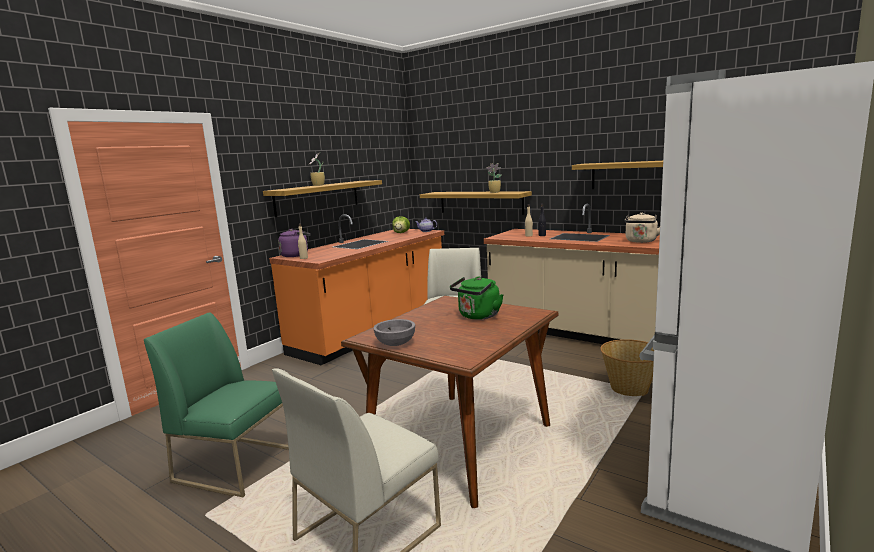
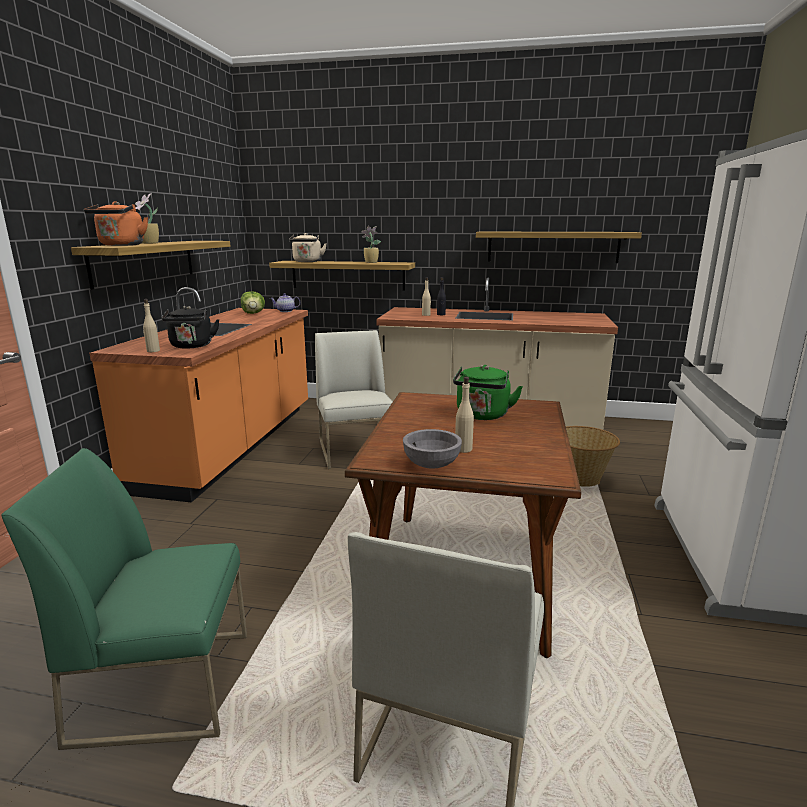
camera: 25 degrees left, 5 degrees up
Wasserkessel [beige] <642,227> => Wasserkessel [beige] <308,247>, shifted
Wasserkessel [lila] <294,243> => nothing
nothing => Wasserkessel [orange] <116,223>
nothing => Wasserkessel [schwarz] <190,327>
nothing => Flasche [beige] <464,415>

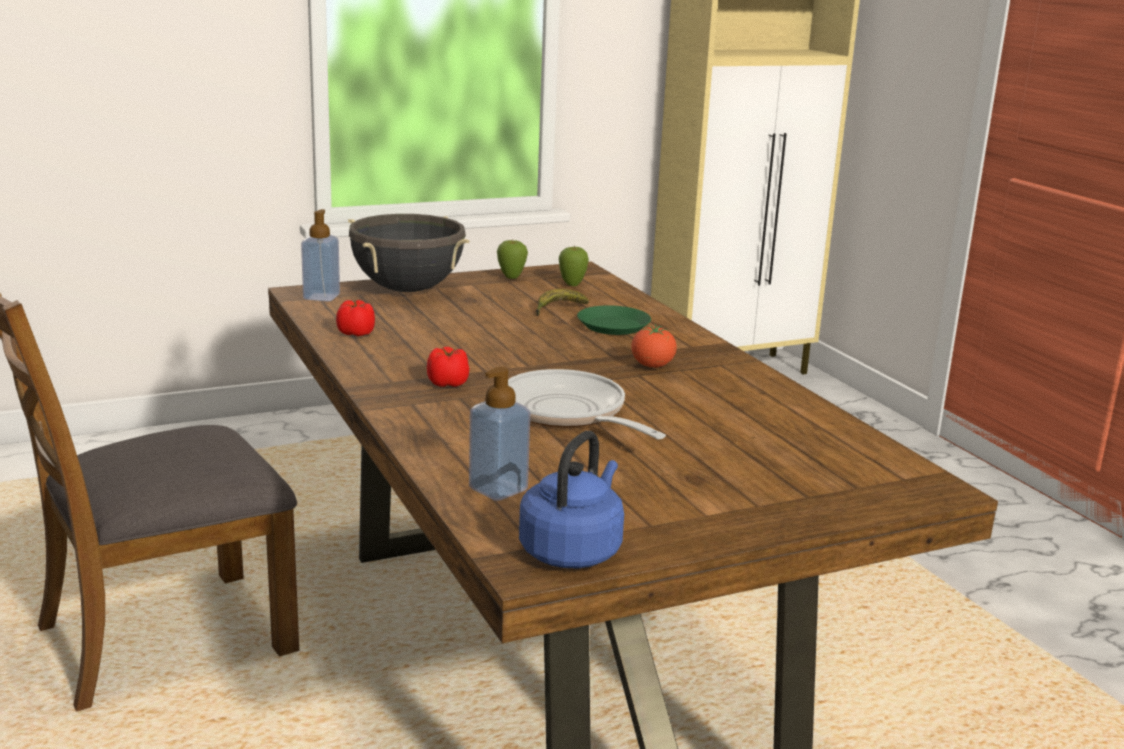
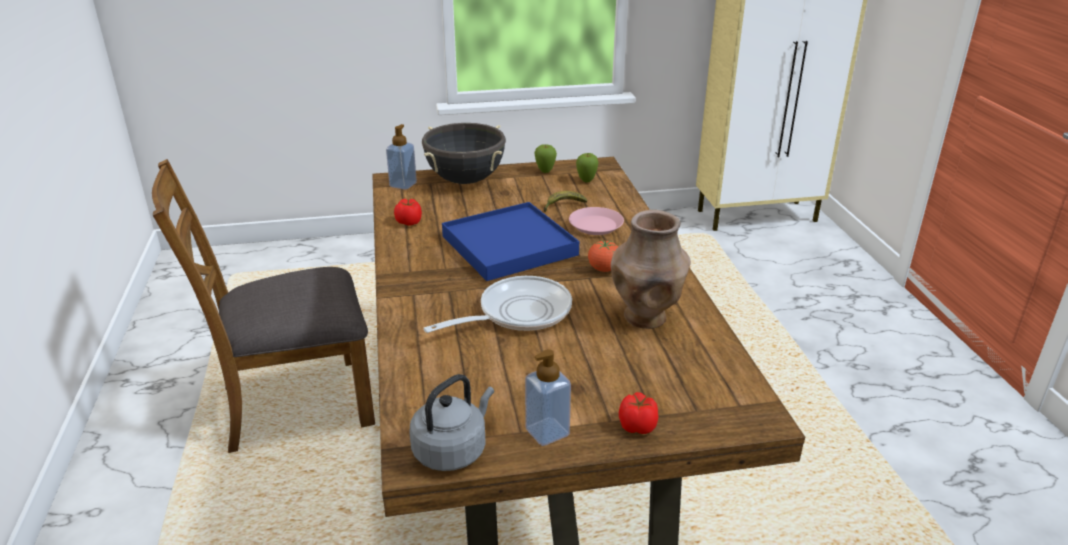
camera: 15 degrees right, 10 degrees up
Teller [grün] <614,320> => Teller [rosa] <596,221>
Tomate <448,367> => Tomate <638,413>, shifted
Seifenspender <499,434> => Seifenspender <548,397>, shifted
Pfanne <587,404> => Pfanne <497,304>, 75 degrees clockwise
Wasserkessel [blau] <571,499> => Wasserkessel [grau] <451,422>
nothing => Tablett [blau] <510,241>
nothing => Vase [braun] <651,269>

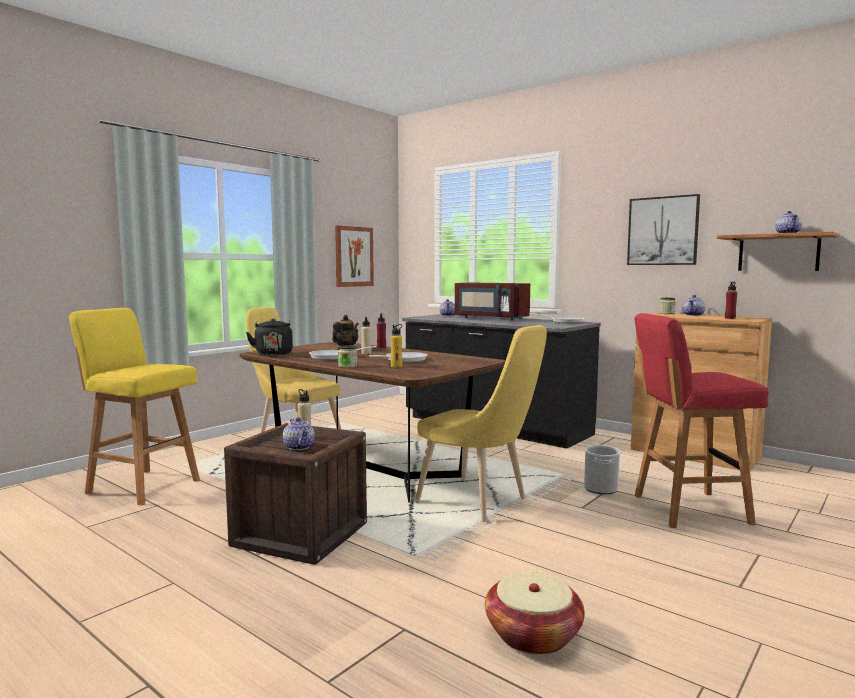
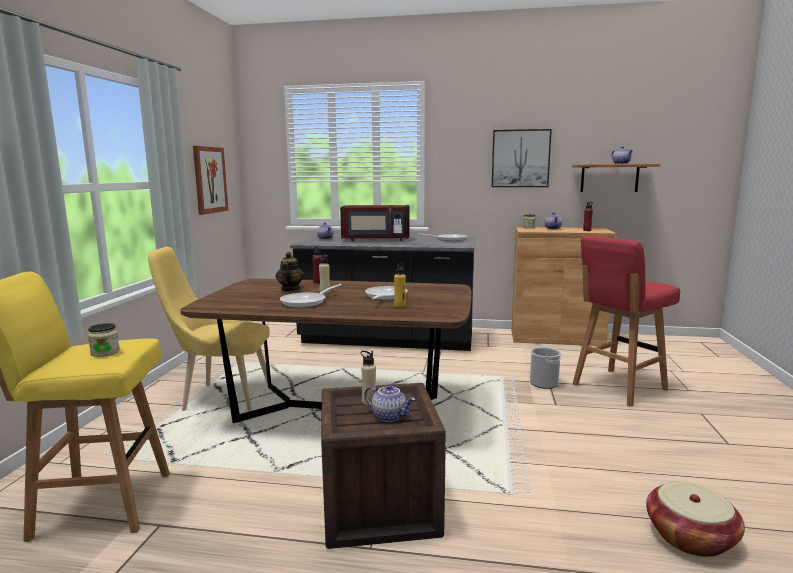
camera: 30 degrees left, 5 degrees up
Wasserkessel [schwarz] <269,337> => nothing
Stuhl [gelb] <481,423> => nothing
Vorratsglas <347,356> => Vorratsglas <104,340>, shifted

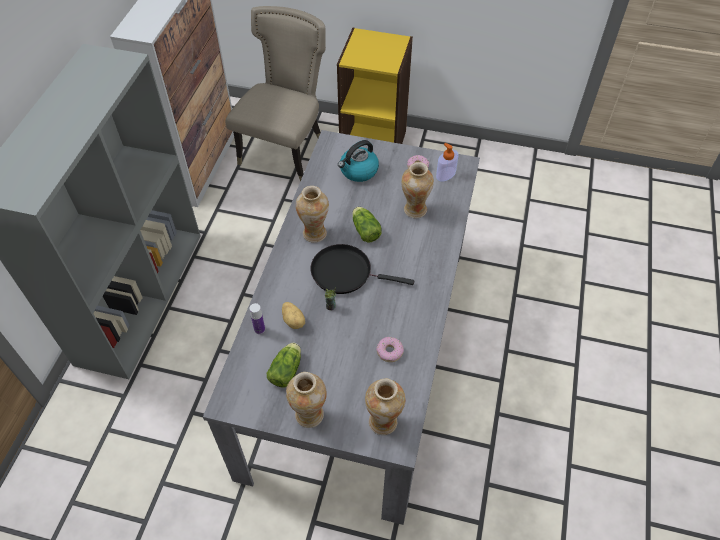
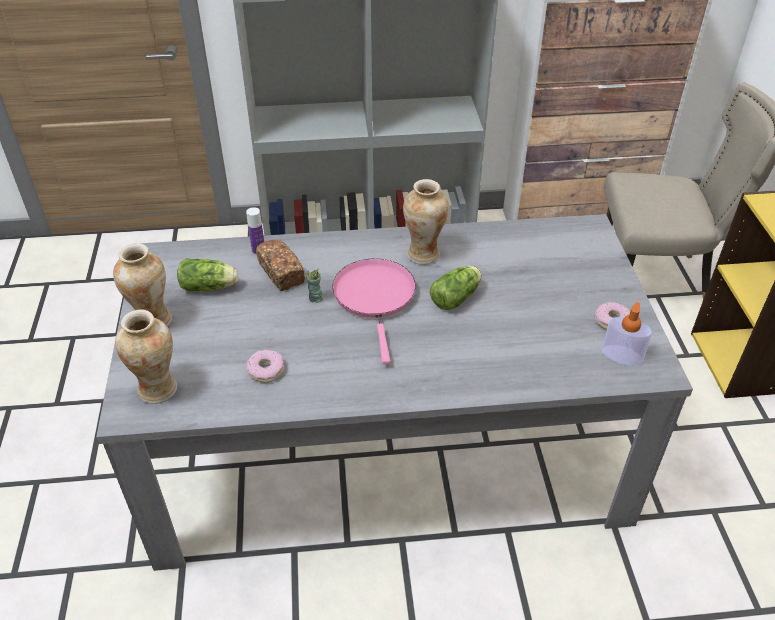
camera: 70 degrees right, 10 degrees down
Wasserkessel <358,161> => nothing
Vase <417,190> => nothing
Pfanne [schwarz] <362,269> => Pfanne [rosa] <374,311>
Kartoffel <293,315> => Brot <280,265>

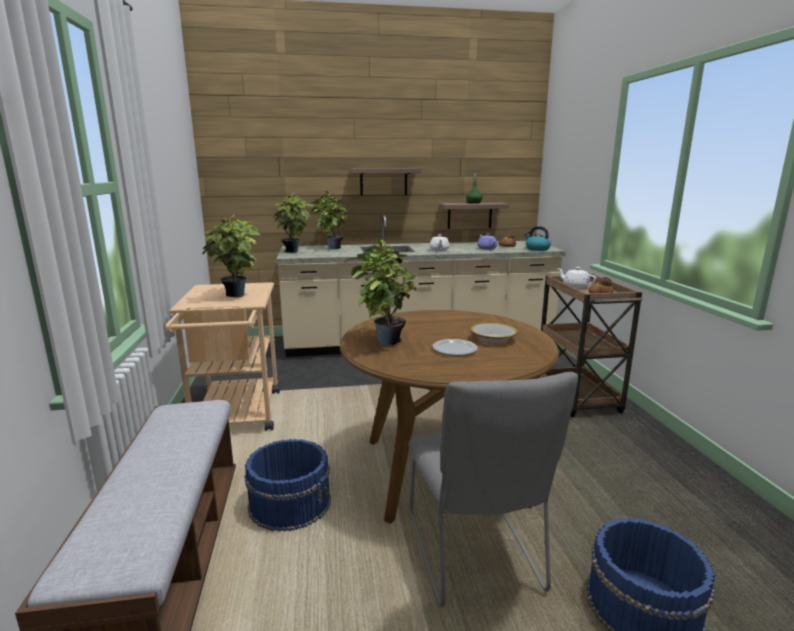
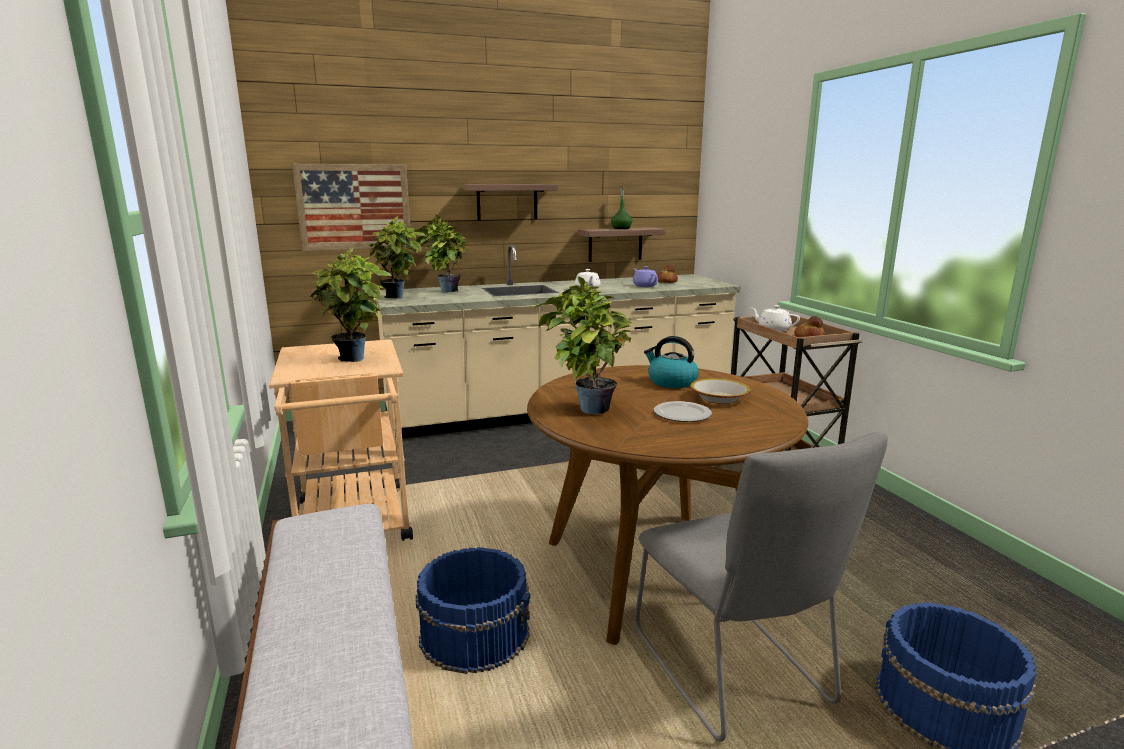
camera: 10 degrees left, 0 degrees up
Wasserkessel <537,238> => Wasserkessel <671,362>, shifted
nothing => Bild <351,207>

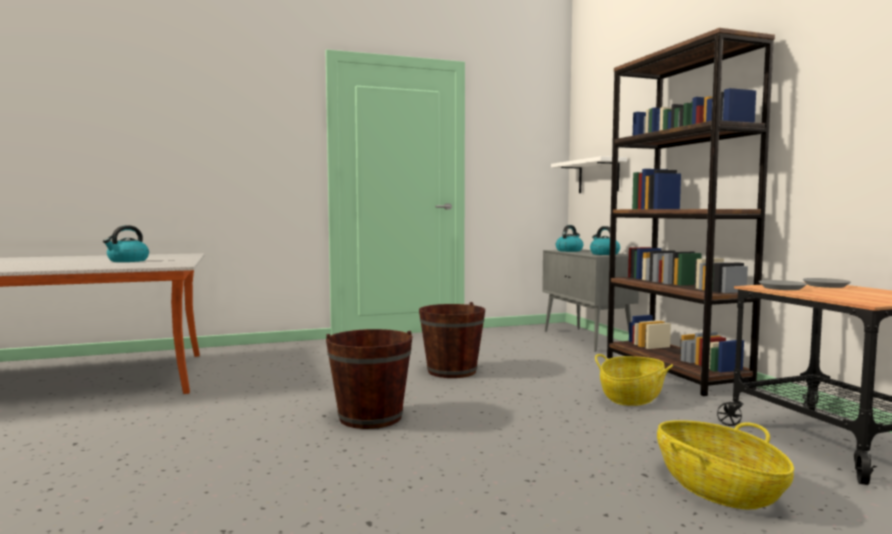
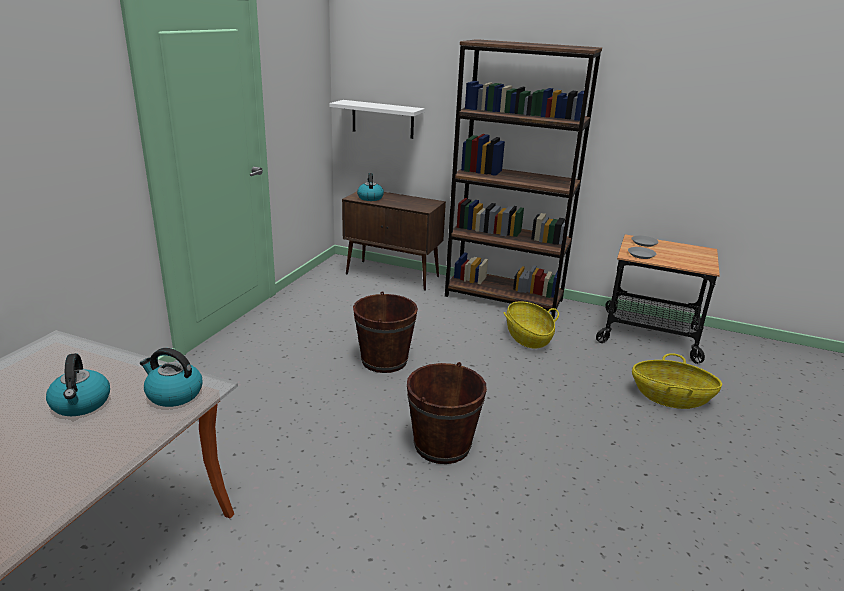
camera: 50 degrees left, 20 degrees up
Wasserkessel <605,240> => Wasserkessel <171,377>, shifted
Schrank [grau] <590,300> => Schrank [braun] <394,241>

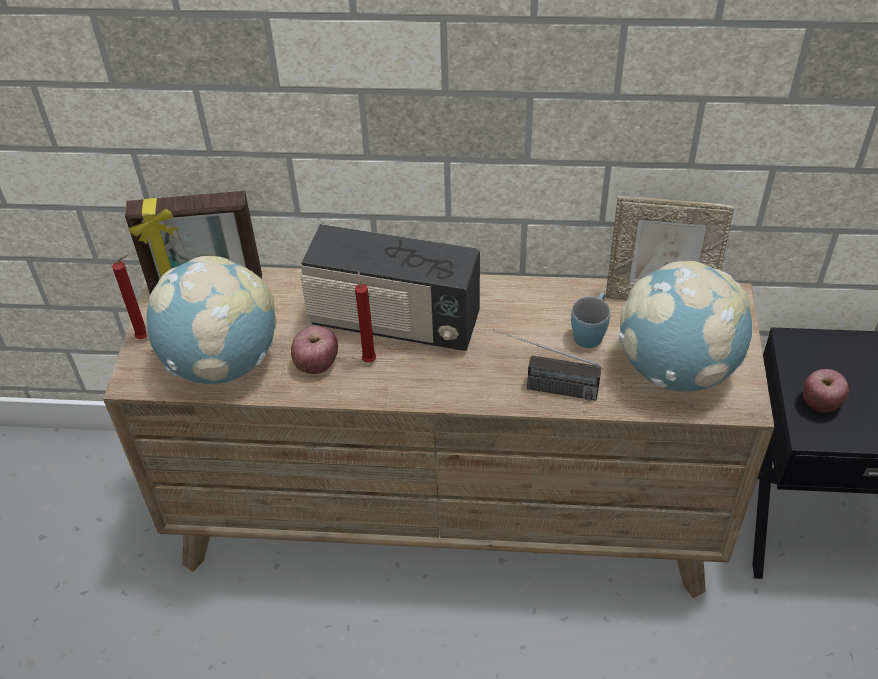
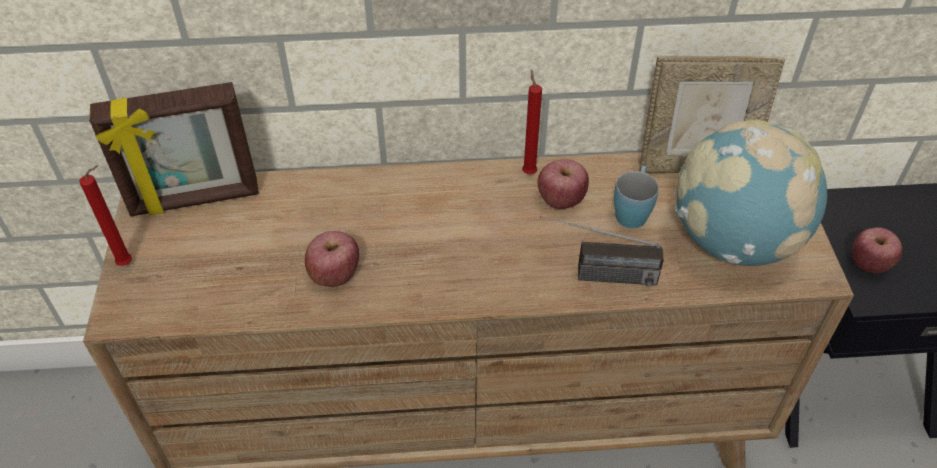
camera: 10 degrees left, 0 degrees up
Radio <390,287> => nothing
Globus <210,320> => nothing
Kerze [rot] <365,316> => Kerze [rot] <532,121>, shifted
nothing => Apfel <563,184>

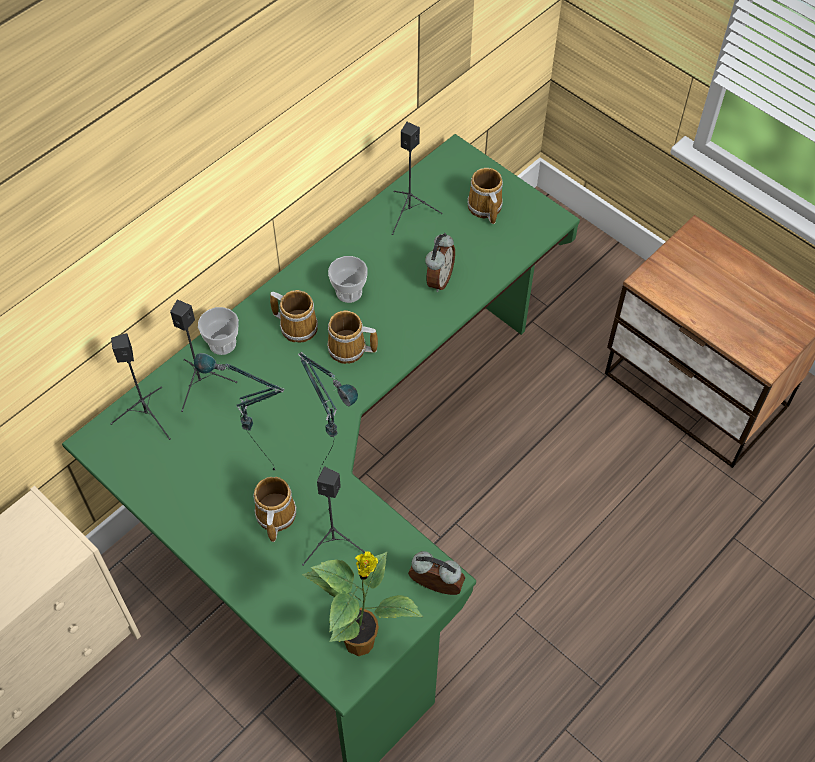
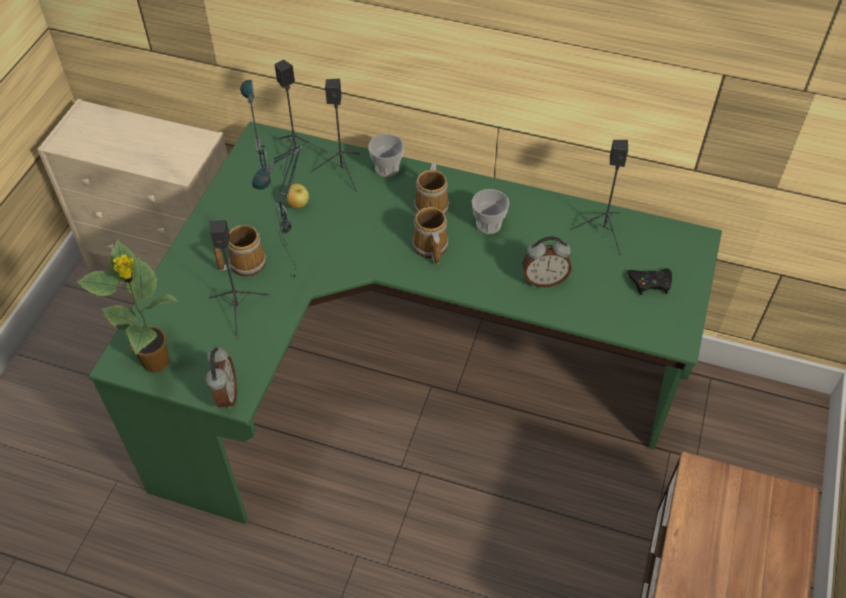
camera: 65 degrees right, 5 degrees down
Henkelbecher <485,196> => Gamepad [schwarz] <649,281>
nothing => Apfel <297,195>

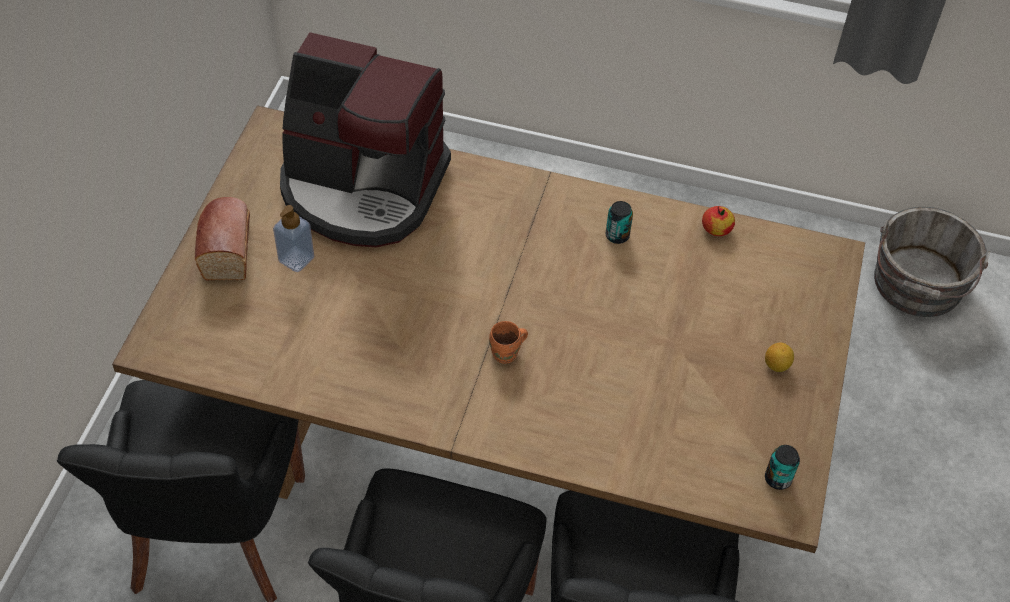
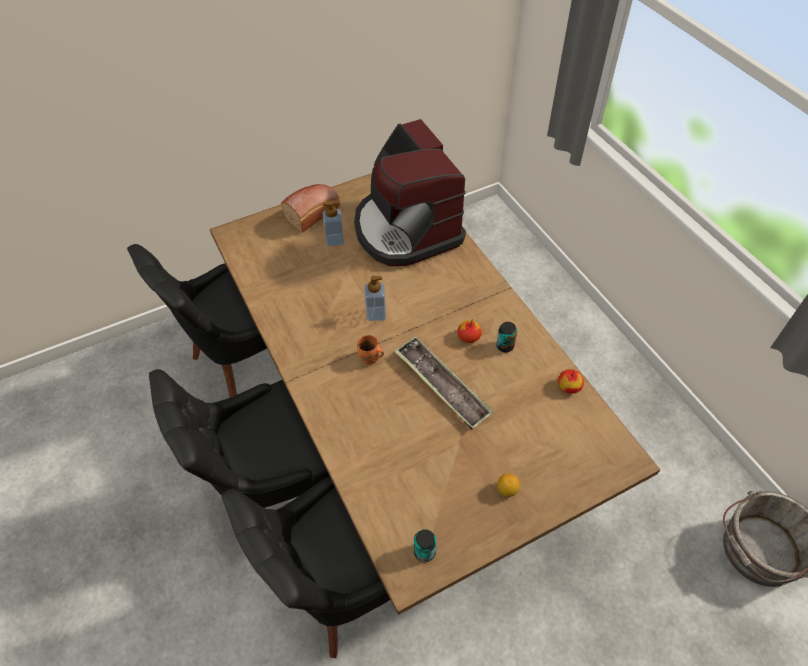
camera: 50 degrees right, 0 degrees up
nothing => Seifenspender <375,298>
nothing => Apfel <469,331>
nothing => Tablett <444,383>

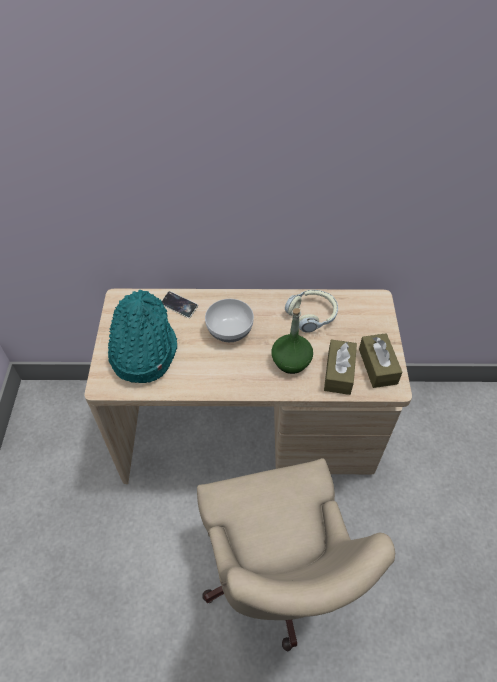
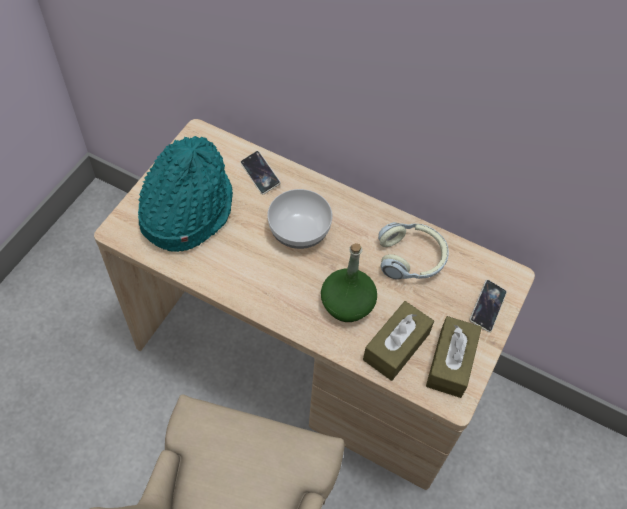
camera: 25 degrees right, 5 degrees up
nothing => Handy <488,306>

